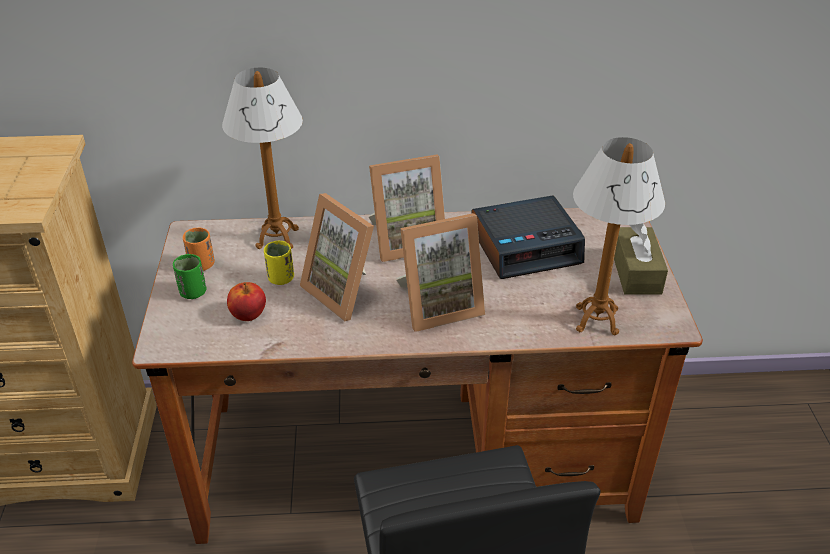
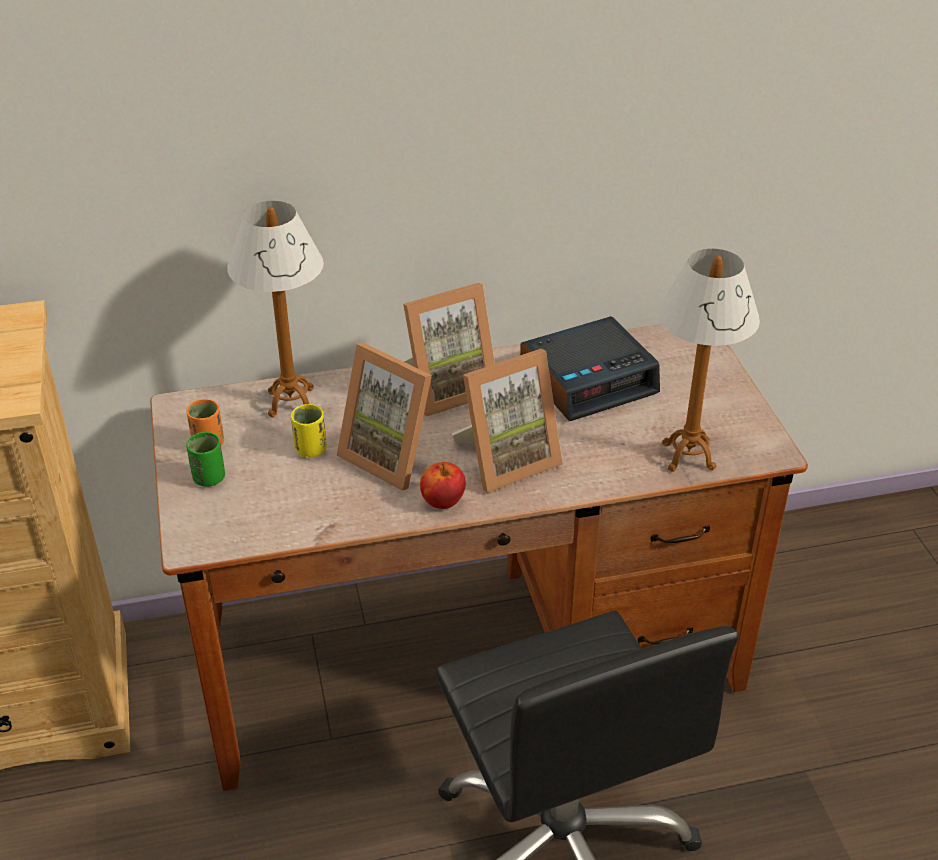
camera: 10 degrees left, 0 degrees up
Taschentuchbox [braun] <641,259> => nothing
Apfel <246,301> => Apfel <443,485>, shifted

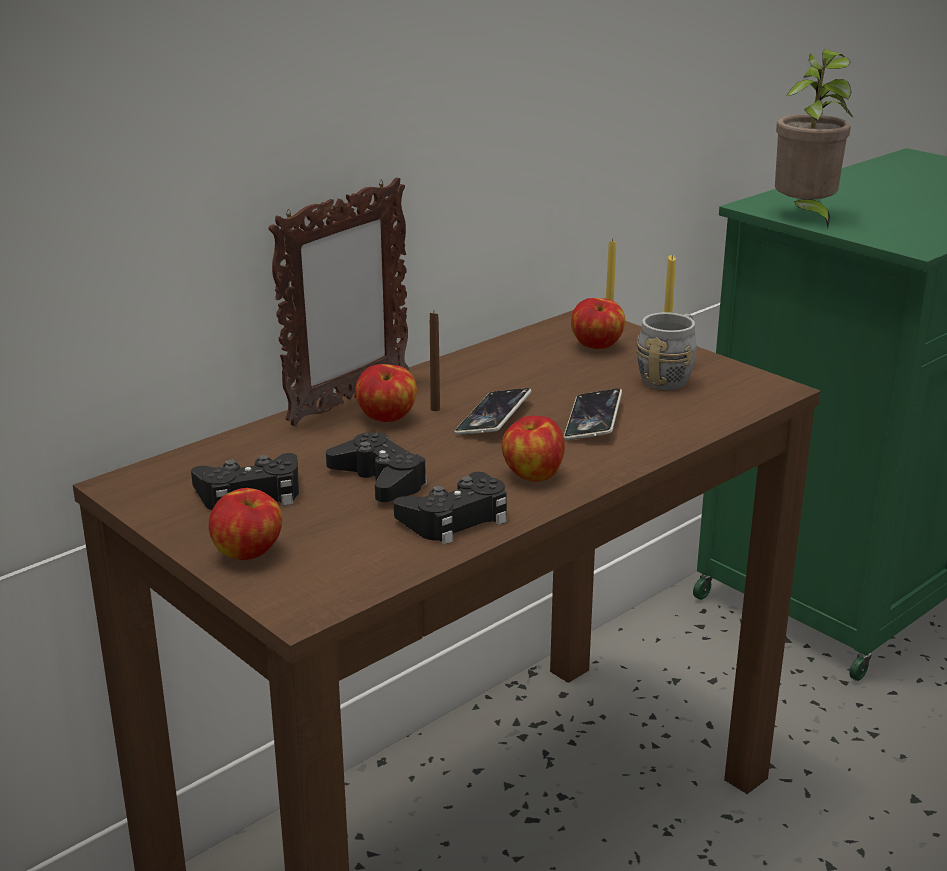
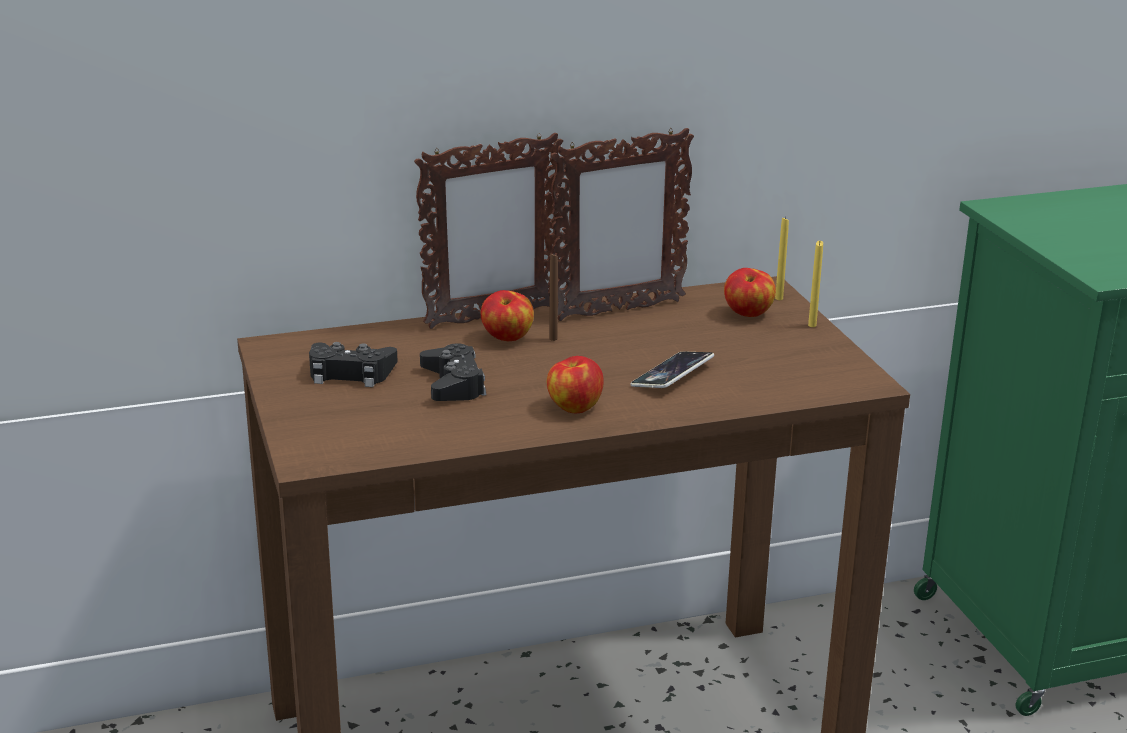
camera: 25 degrees right, 0 degrees up
Topfpflanze <814,138> => nothing
Henkelbecher [grau] <667,351> => nothing
Handy <492,411> => nothing
Gamepad [schwarz] <450,508> => nothing
Apfel <245,524> => nothing
nothing => Bilderrahmen <622,224>

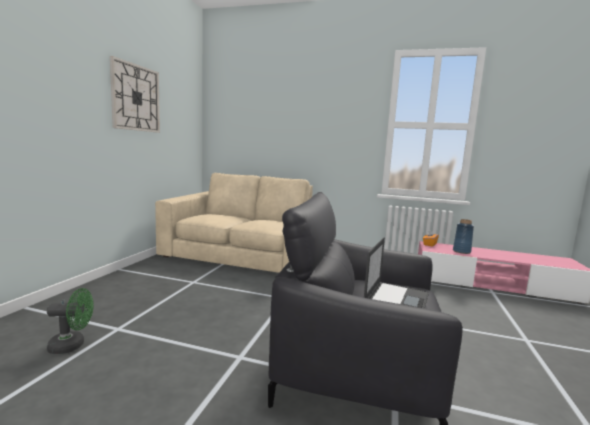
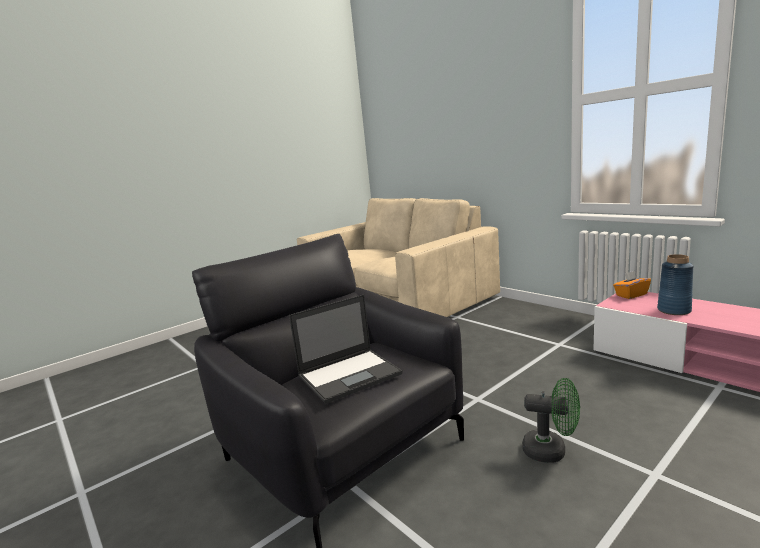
camera: 35 degrees right, 5 degrees up
Wanduhr <135,94> => nothing
Ventilator [grün] <70,321> => Ventilator [grün] <551,420>, shifted

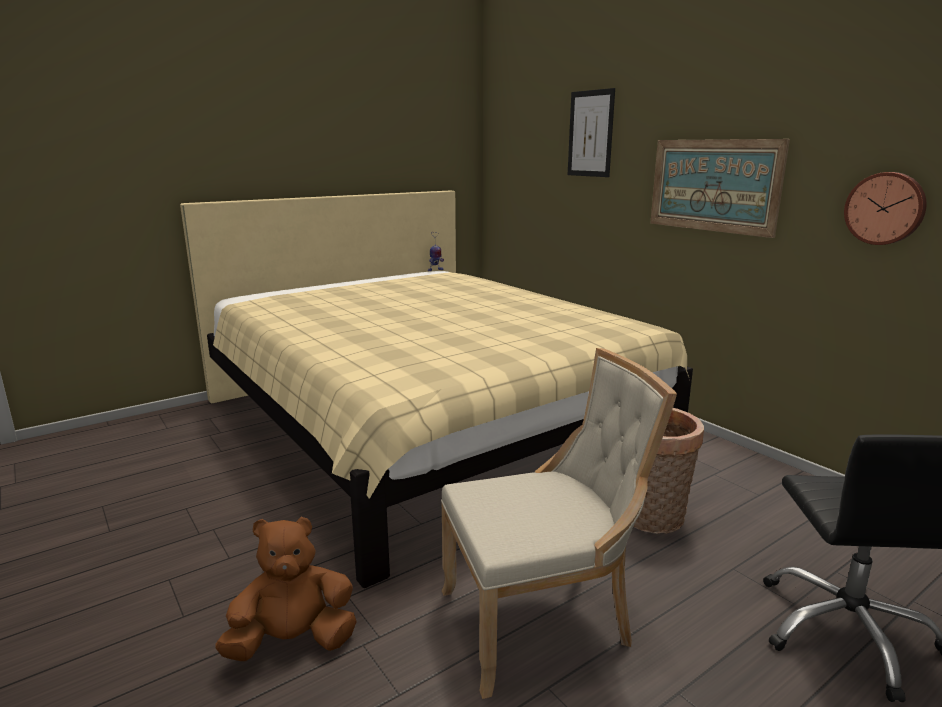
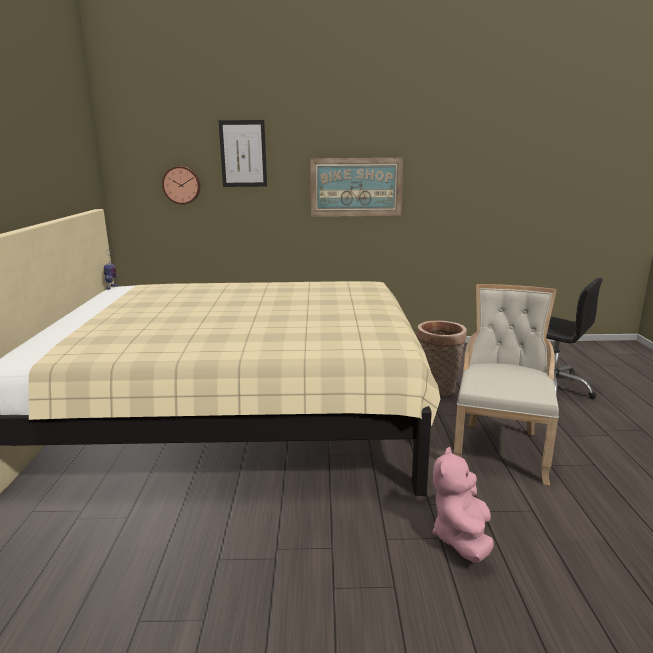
camera: 55 degrees left, 0 degrees up
Wanduhr <885,208> => Wanduhr <181,185>, shifted
Plüschtier [braun] <286,589> => Plüschtier [rosa] <463,505>

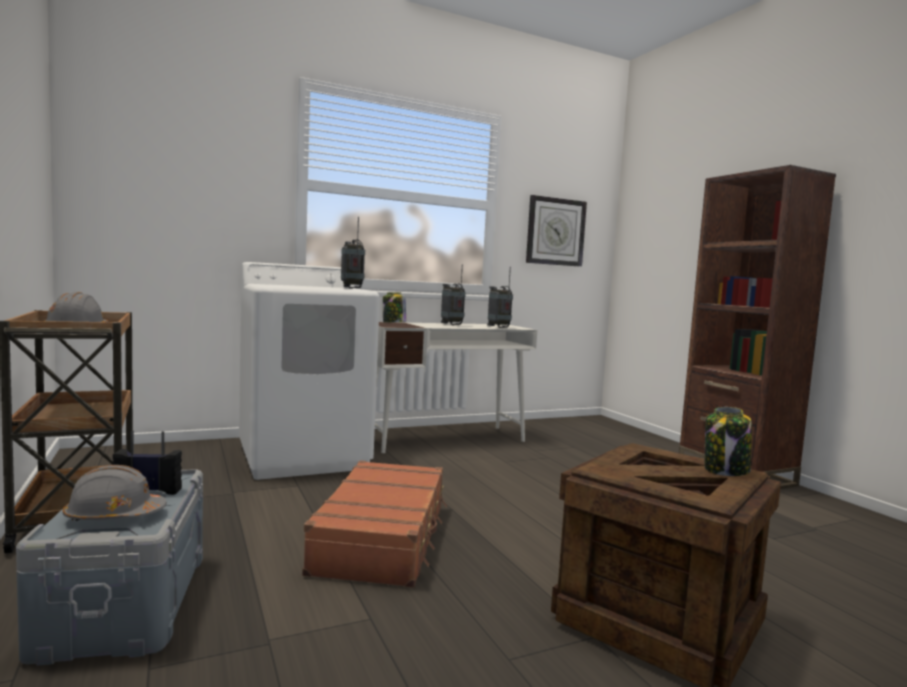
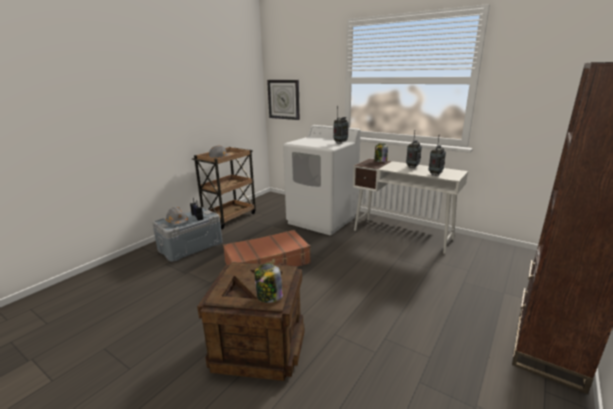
camera: 60 degrees right, 15 degrees up
Wanduhr <556,231> => Wanduhr <283,100>, shifted

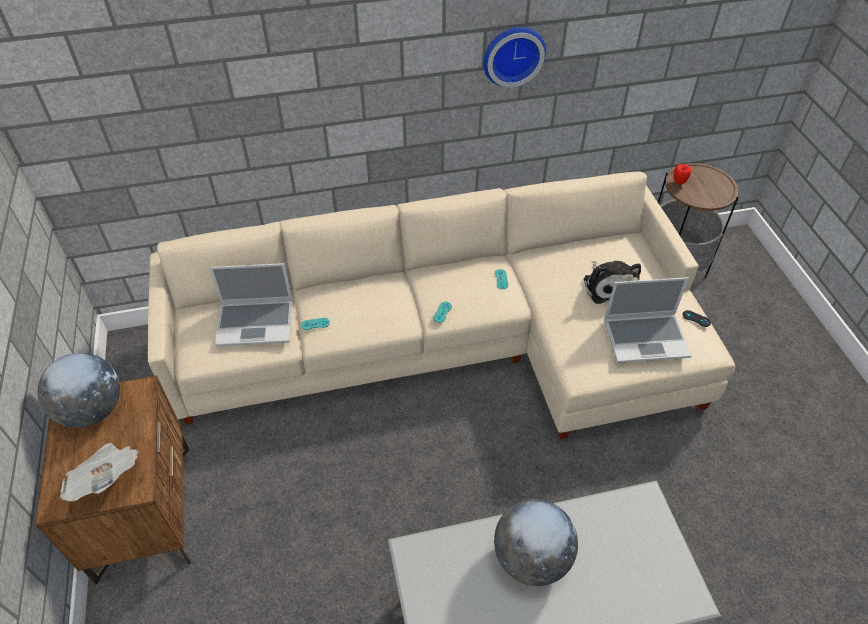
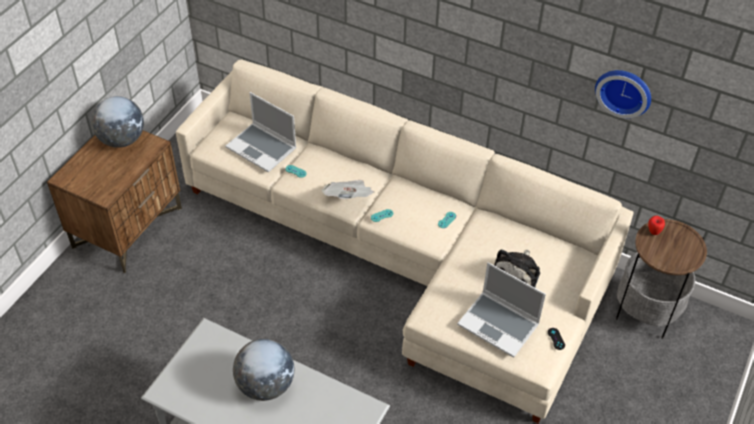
camera: 40 degrees right, 0 degrees up
Wanduhr <514,57> => Wanduhr <623,94>, shifted
Zeitung <99,472> => Zeitung <348,189>, shifted

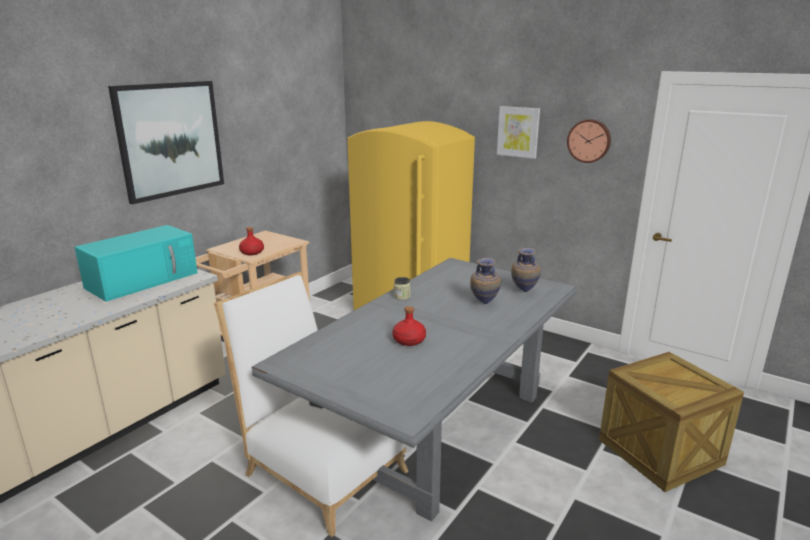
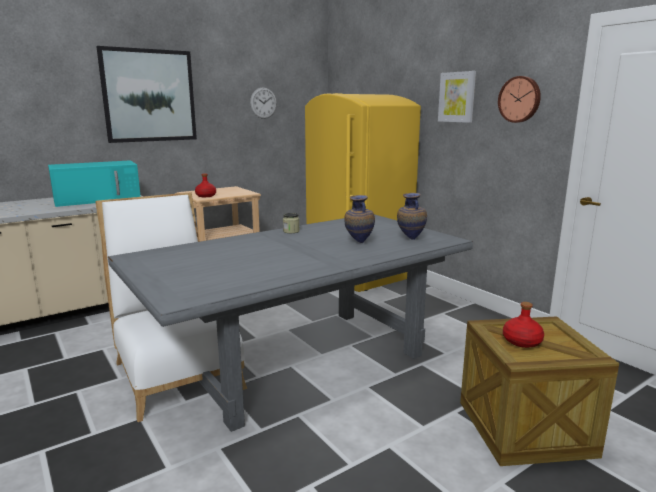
camera: 20 degrees right, 5 degrees down
Flasche [rot] <409,326> => Flasche [rot] <523,325>, shifted
nothing => Wanduhr <263,103>

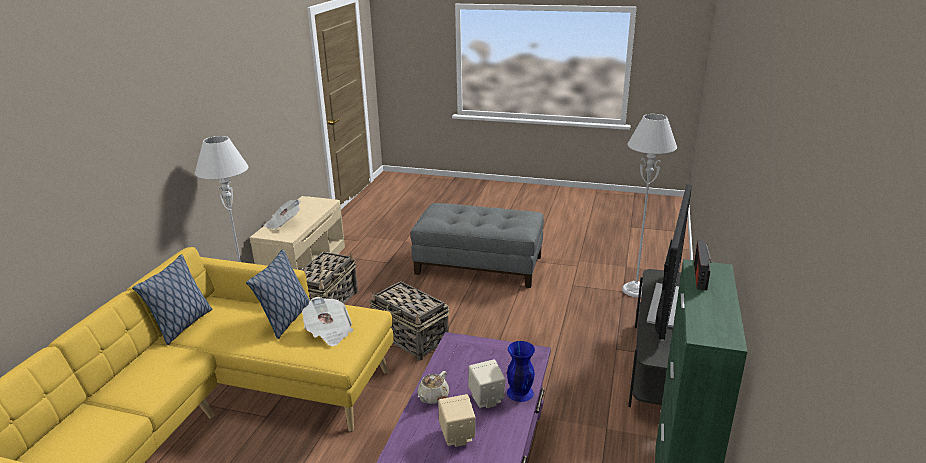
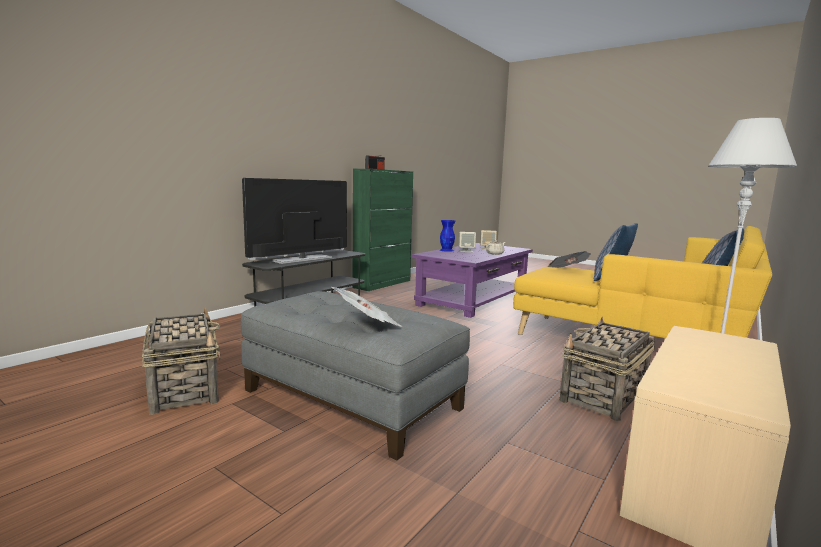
camera: 160 degrees left, 15 degrees down
Stehlampe [grau] <649,206> => nothing
Zeitung <282,215> => Zeitung <367,307>, shifted
Korb <409,321> => Korb <181,361>, shifted

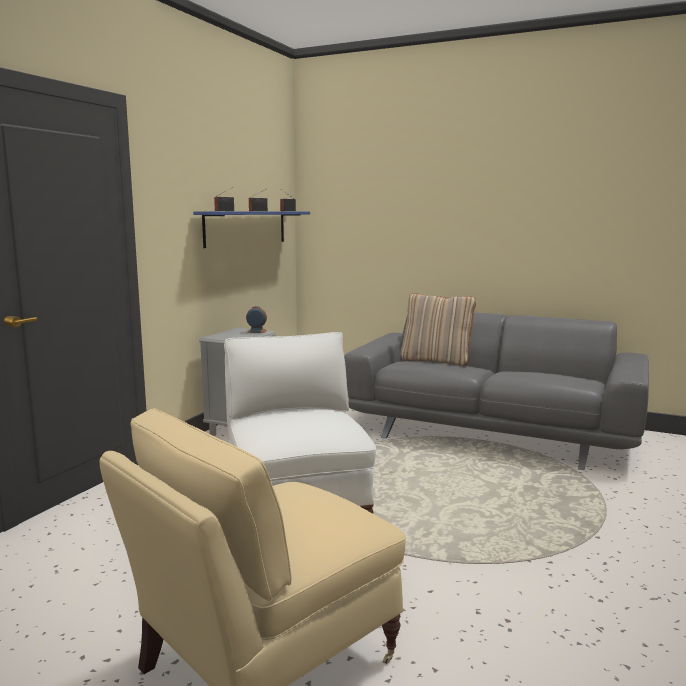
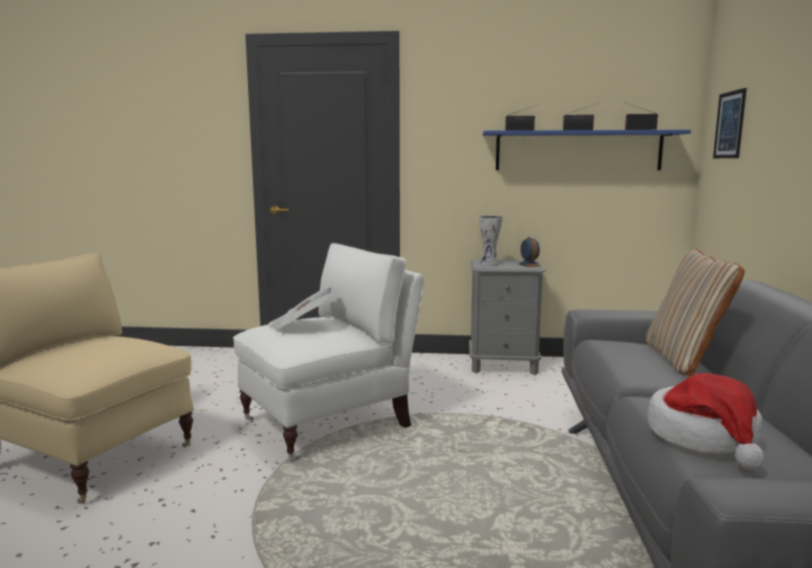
camera: 70 degrees right, 0 degrees up
nothing => Bild <730,123>
nothing => Vase <491,241>
nothing => Zeitung <301,308>
nothing => Hut <706,421>

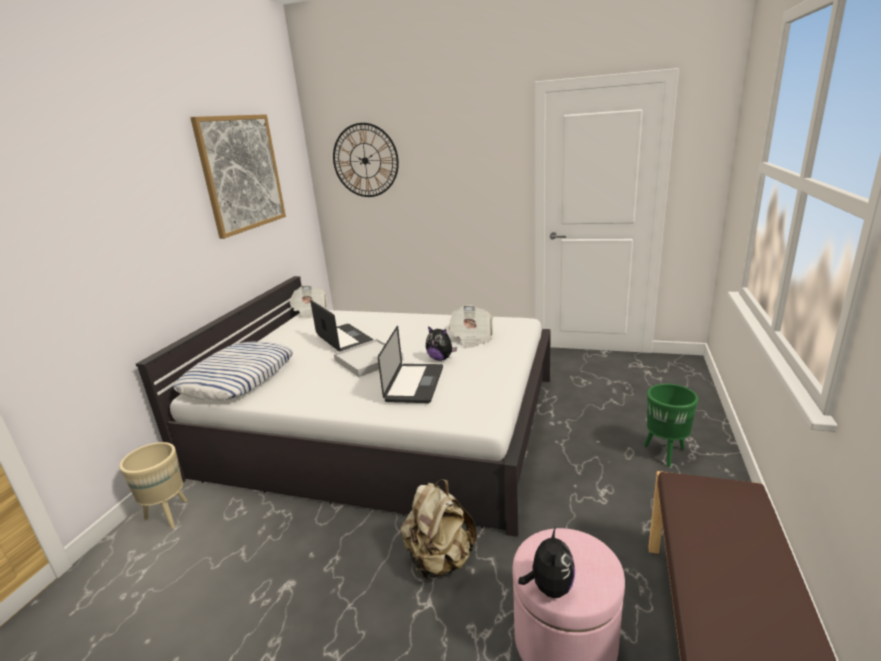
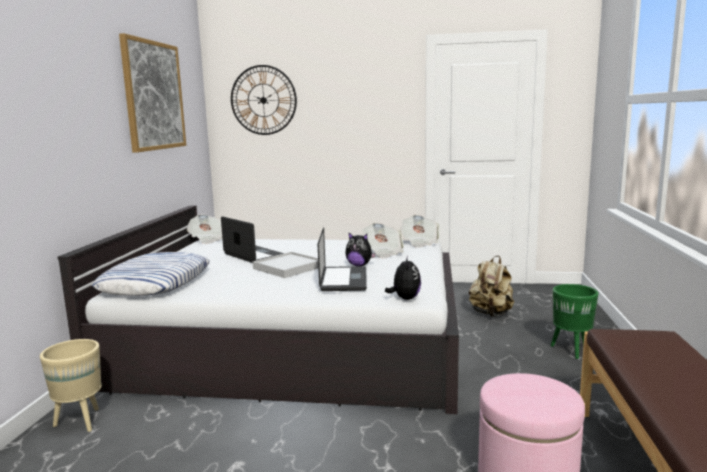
camera: 10 degrees left, 10 degrees down
Rucksack [beige] <438,529> => Rucksack [beige] <491,286>, shifted
Plüschtier <546,562> => Plüschtier <403,278>, shifted
nothing => Zeitung <419,231>

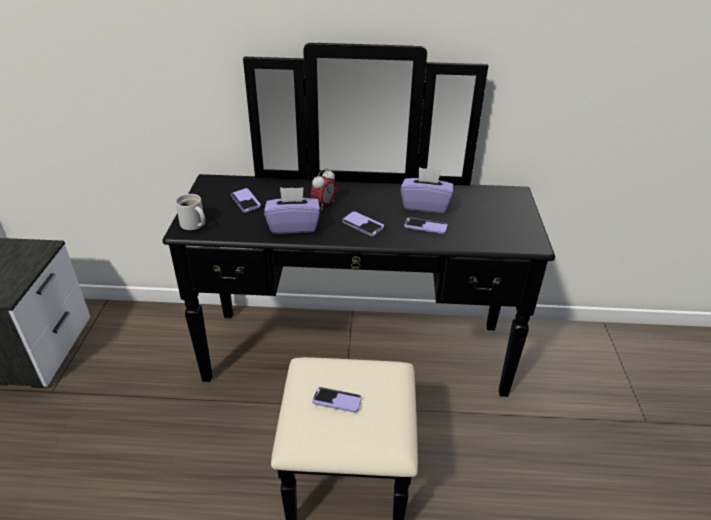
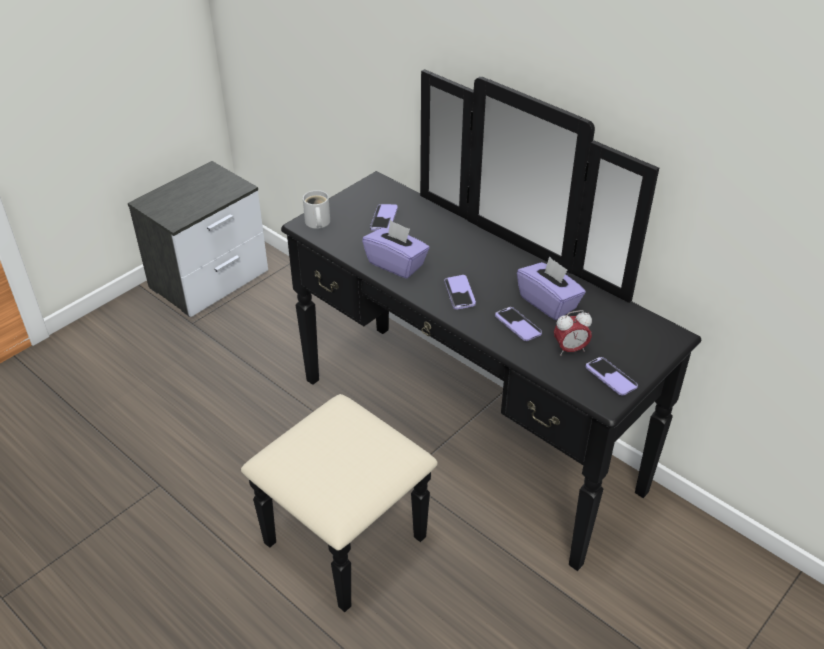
camera: 40 degrees right, 5 degrees up
Wecker <324,189> => Wecker <573,333>, shifted
Handy <337,400> => Handy <611,376>, shifted

